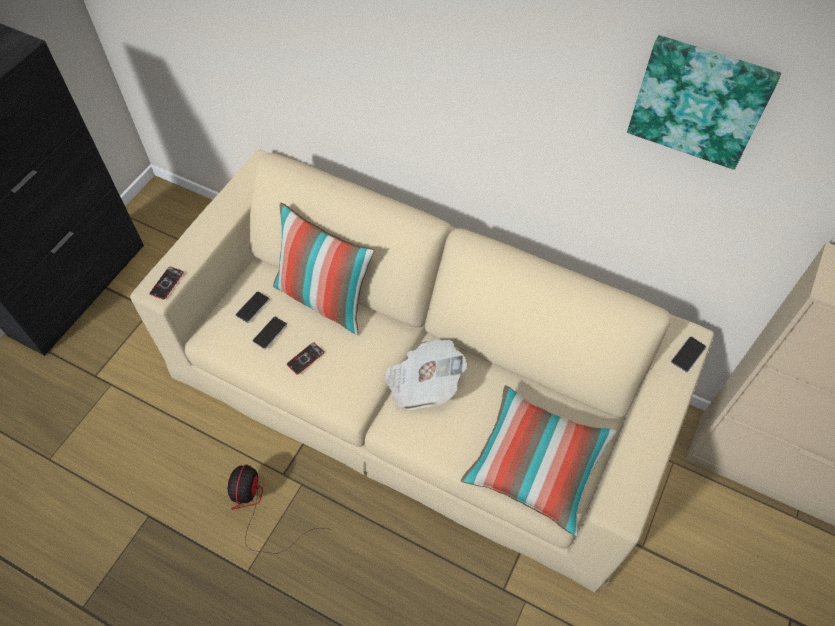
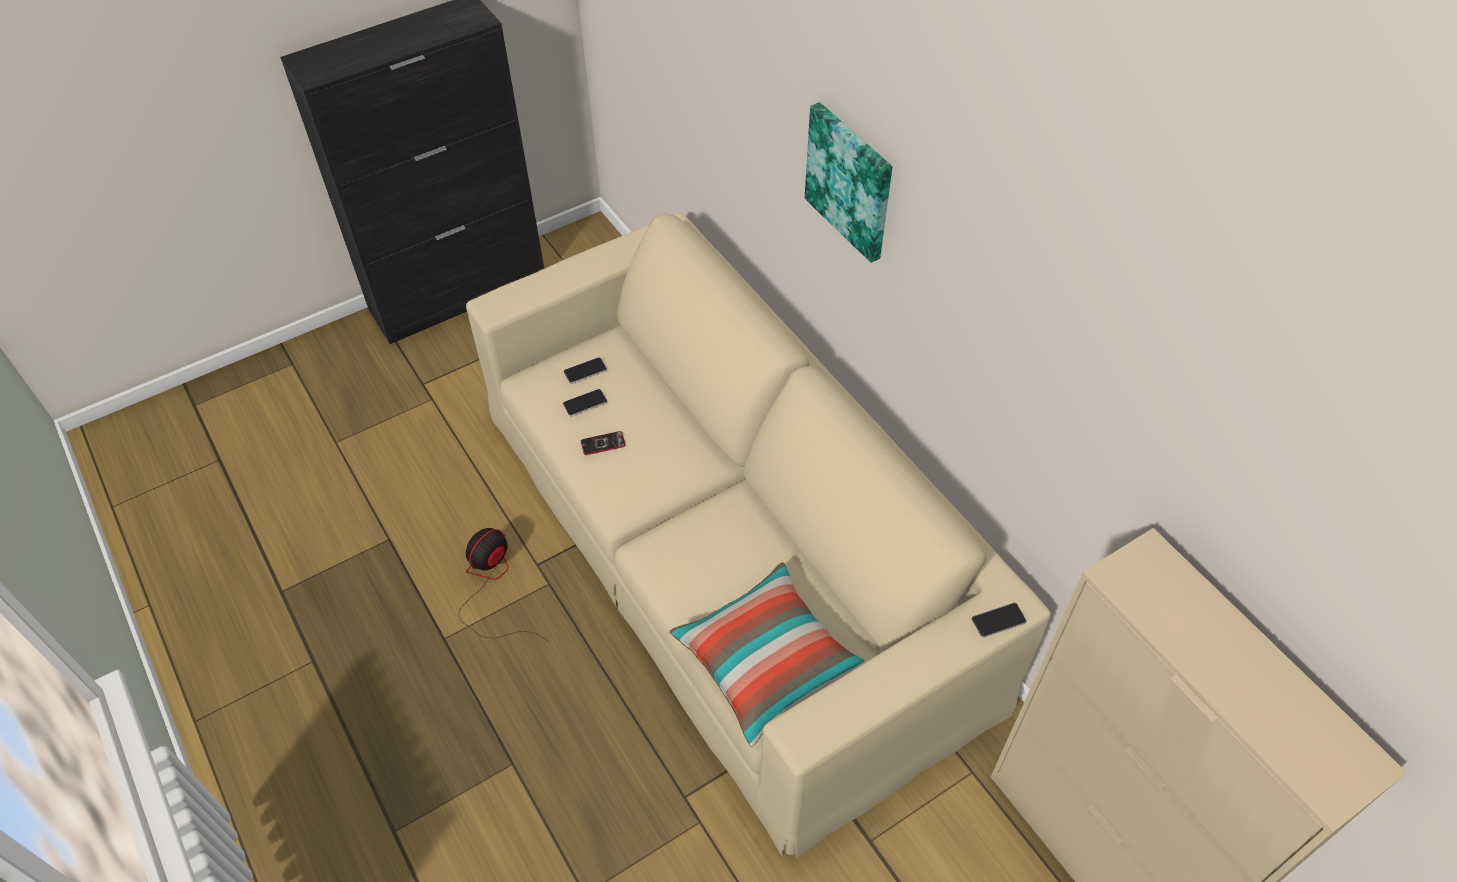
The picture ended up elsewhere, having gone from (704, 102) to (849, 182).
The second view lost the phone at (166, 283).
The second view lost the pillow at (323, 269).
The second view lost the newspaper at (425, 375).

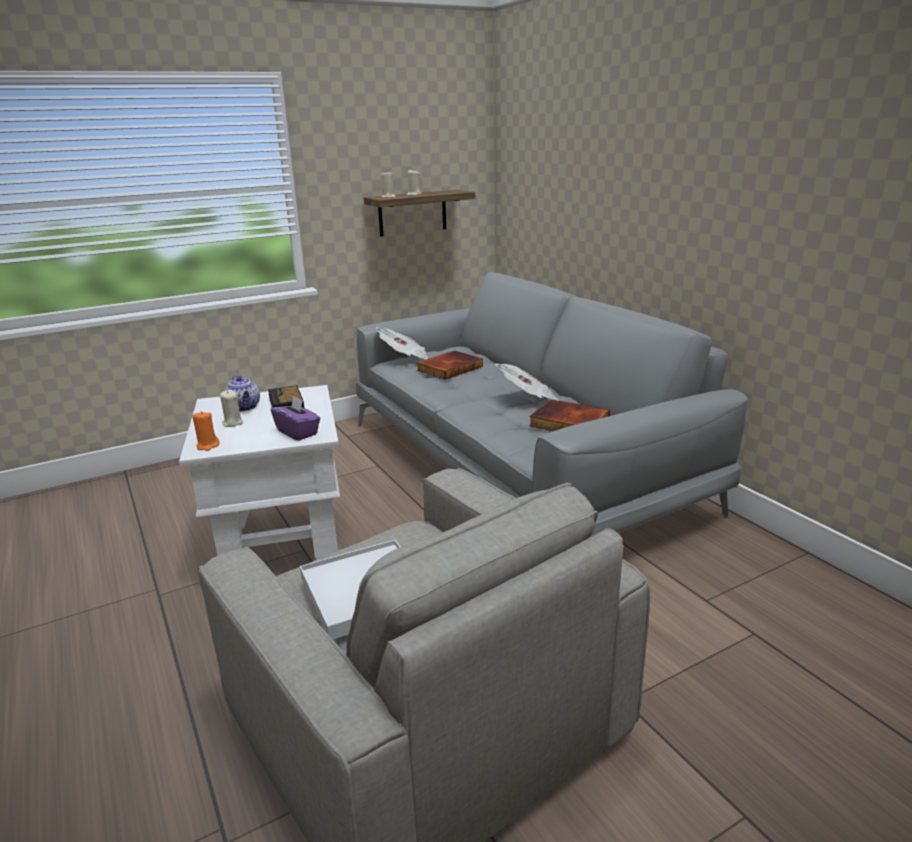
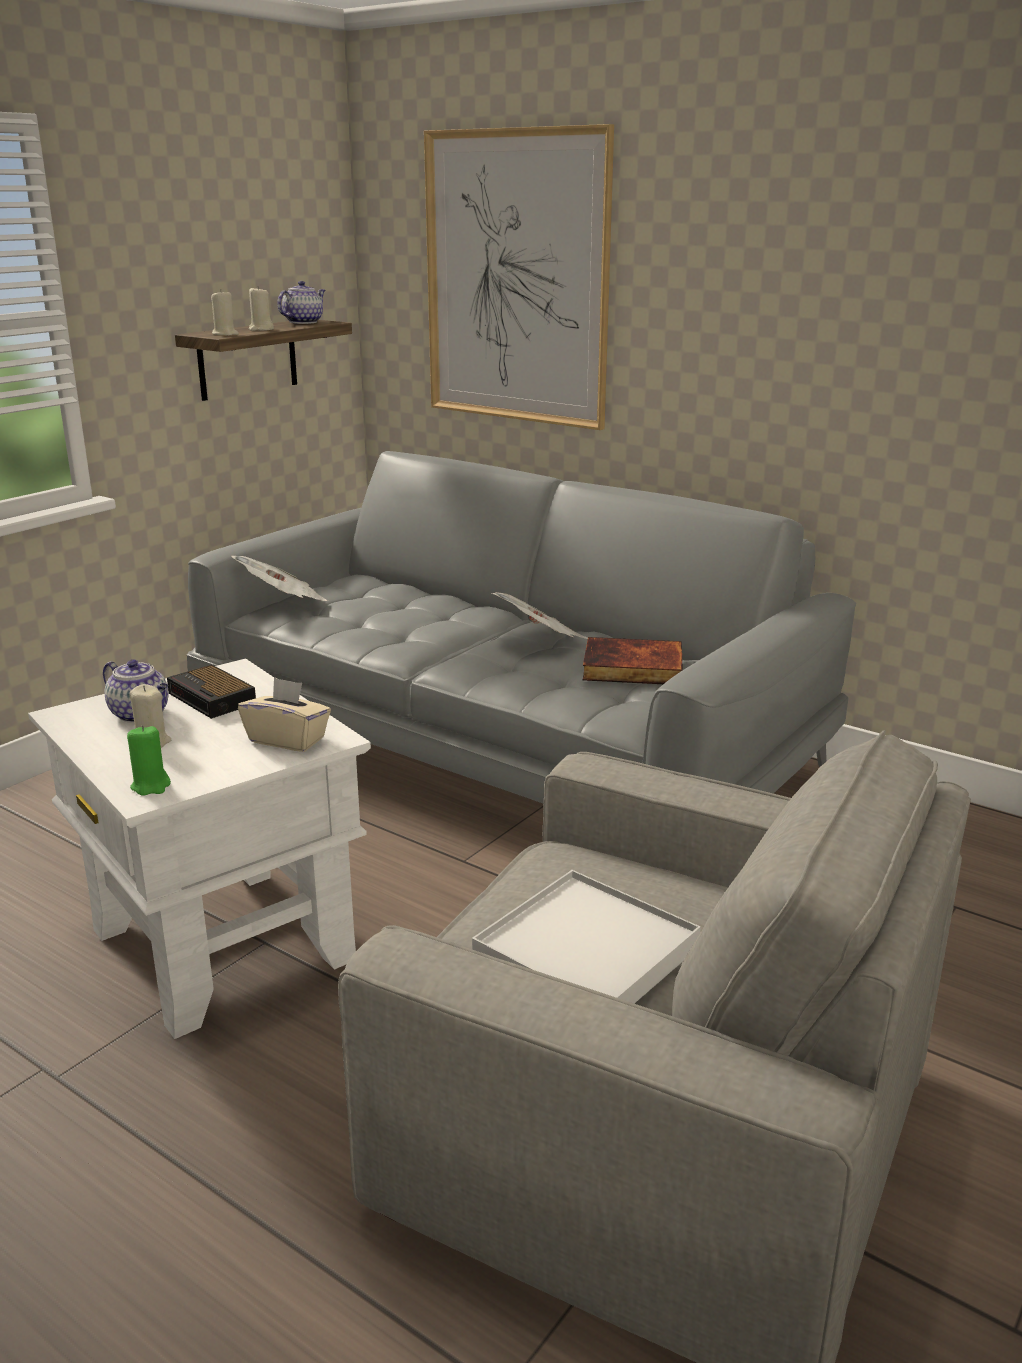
What was the orange candle at (206, 431) turned into the green candle at (149, 760).
What was the purple tissue box at (295, 418) turned into the beige tissue box at (284, 714).
The second view gained the teapot at (301, 302).
The second view gained the picture at (519, 277).
The second view lost the book at (450, 365).

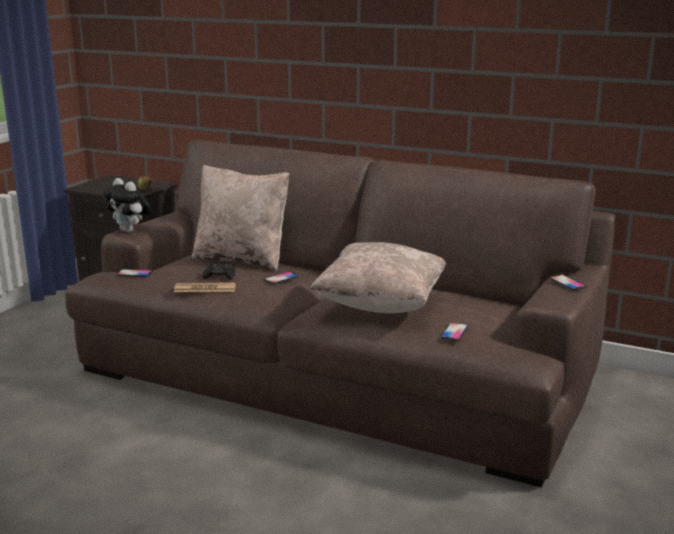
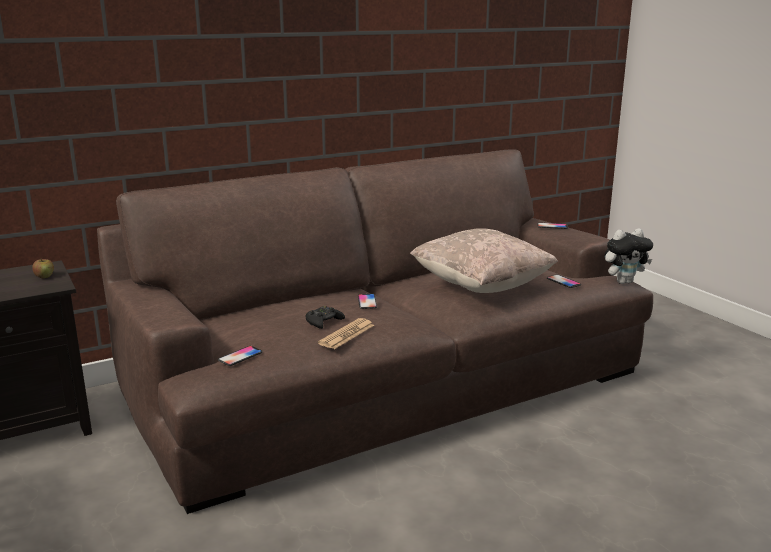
The plush toy ended up elsewhere, having gone from (127, 205) to (629, 256).
The second view lost the beige pillow at (240, 217).

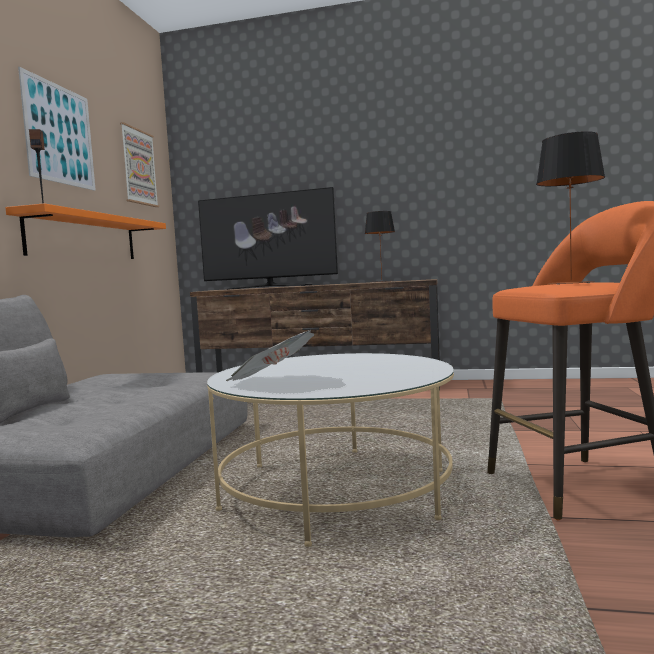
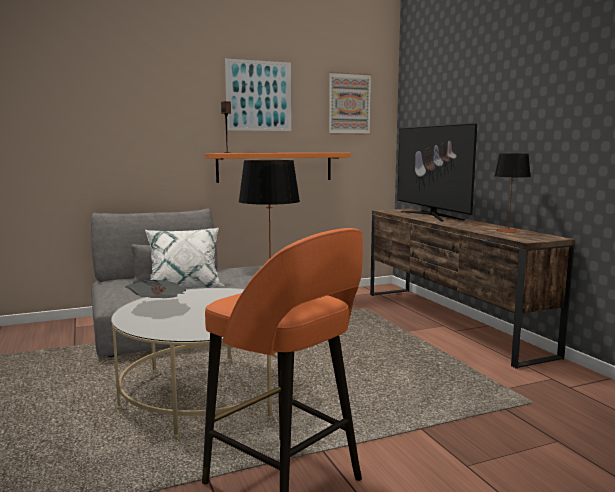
The second view gained the white pillow at (185, 258).

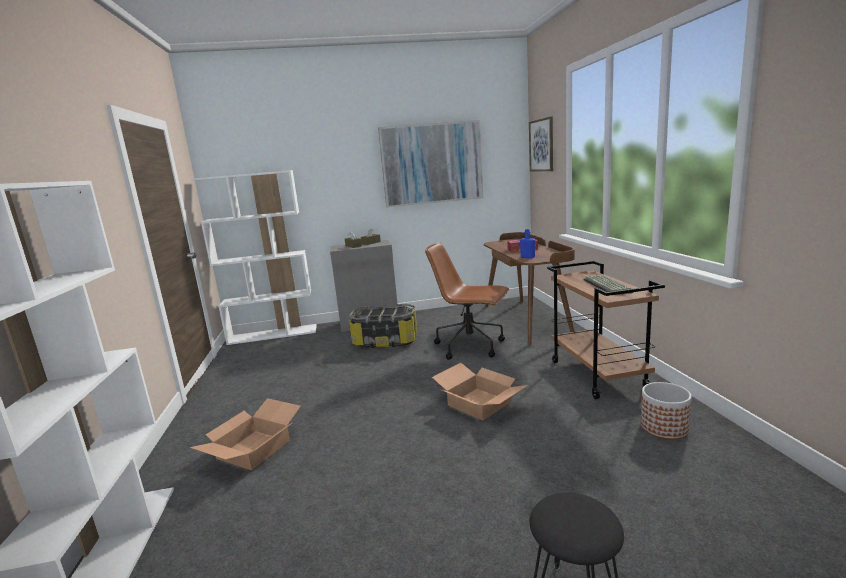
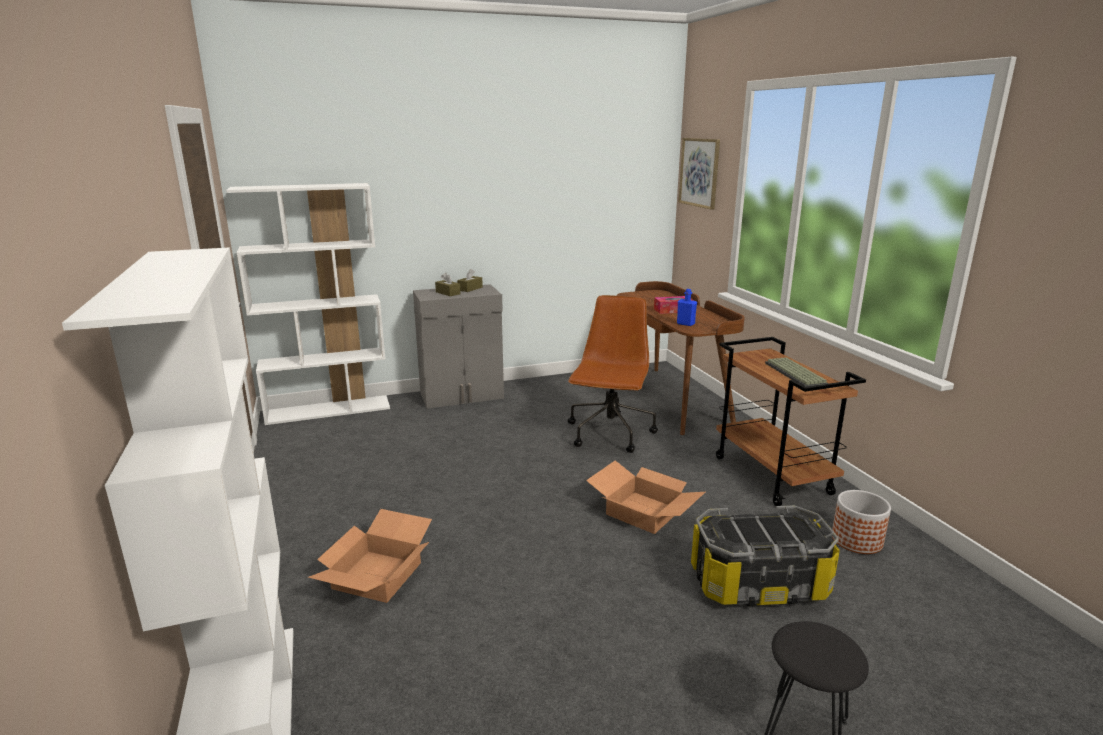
The brown office chair at (467, 301) ended up facing another way, 90 degrees clockwise from before.
The storage box ended up elsewhere, having gone from (383, 326) to (765, 555).
The second view lost the picture at (430, 164).

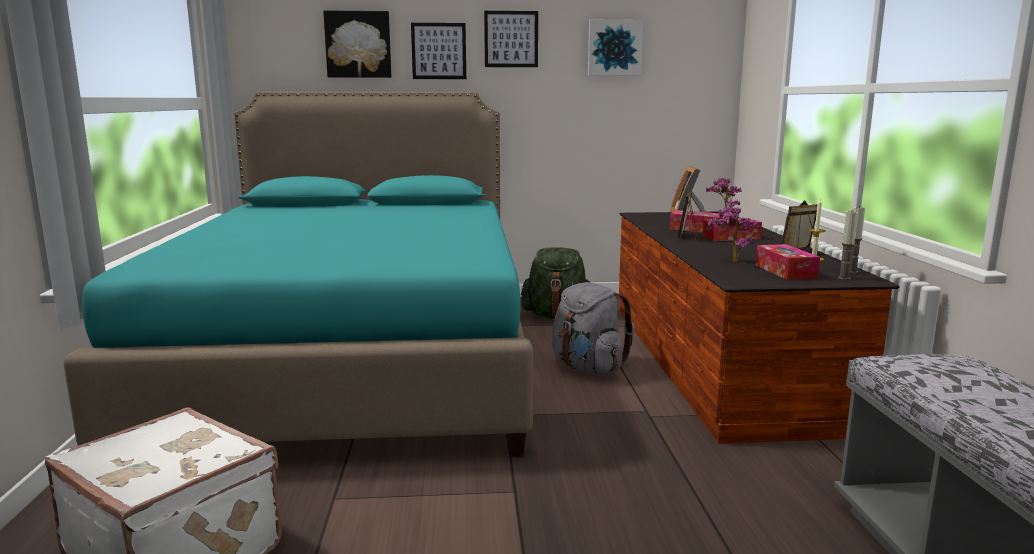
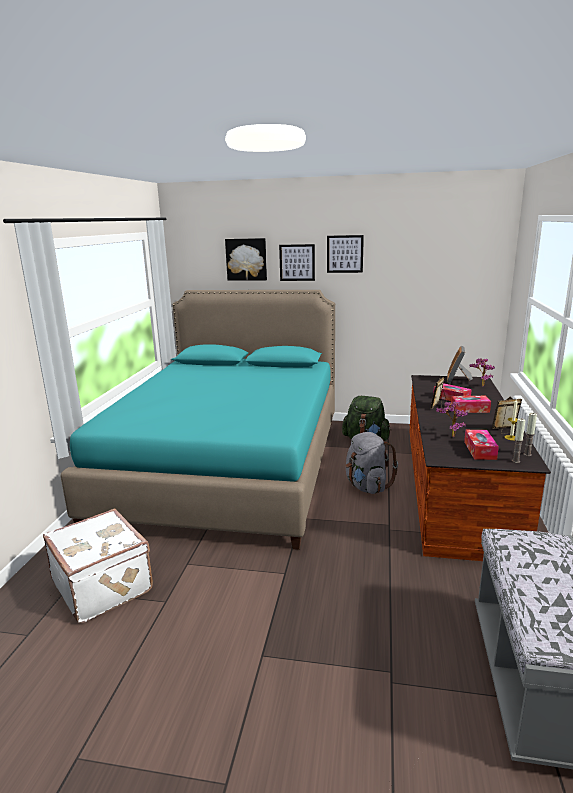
The second view lost the picture at (615, 48).

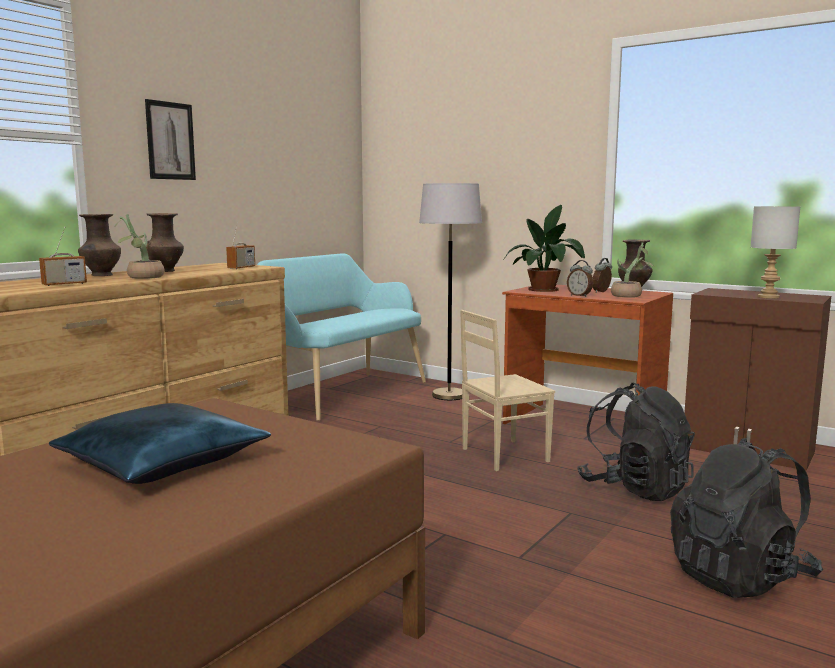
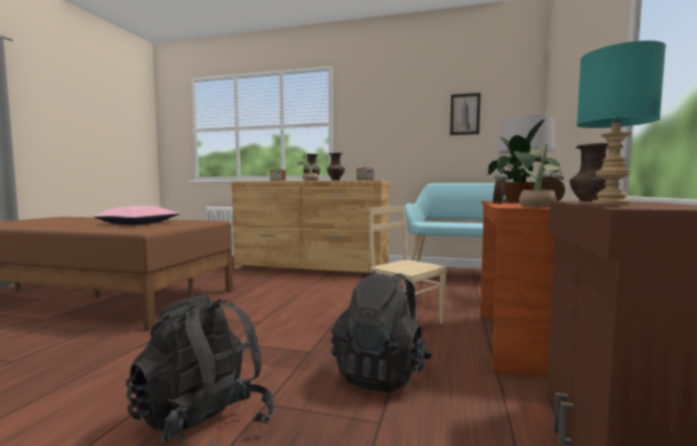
What was the blue pillow at (160, 443) turned into the pink pillow at (136, 215).
The picture ended up elsewhere, having gone from (170, 139) to (465, 114).
What was the grey table lamp at (775, 252) turned into the turquoise table lamp at (621, 123).

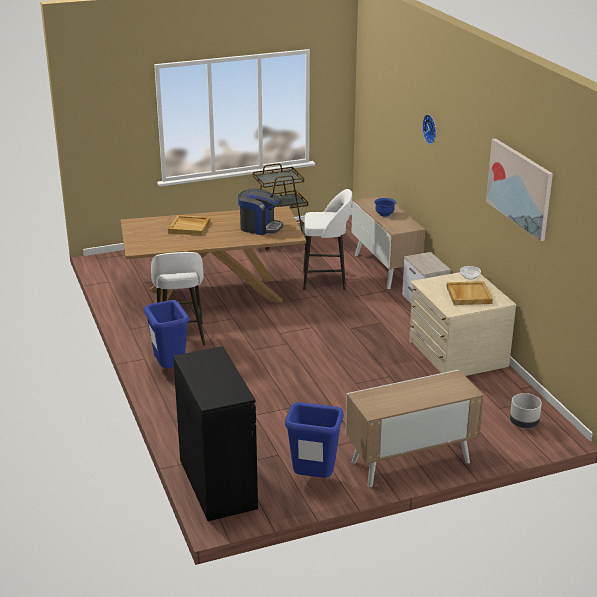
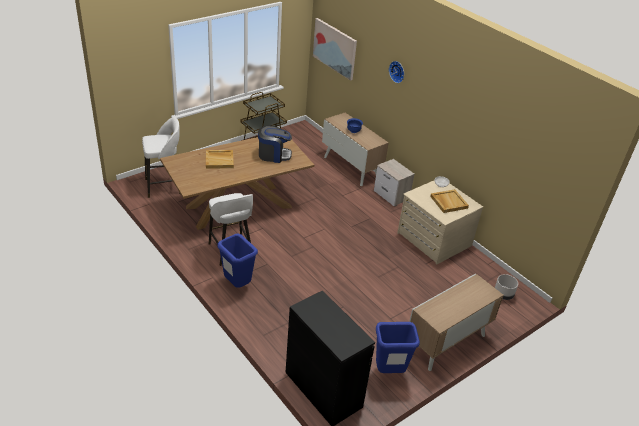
The white stool ended up elsewhere, having gone from (327, 240) to (161, 157).
The picture ended up elsewhere, having gone from (519, 189) to (335, 49).

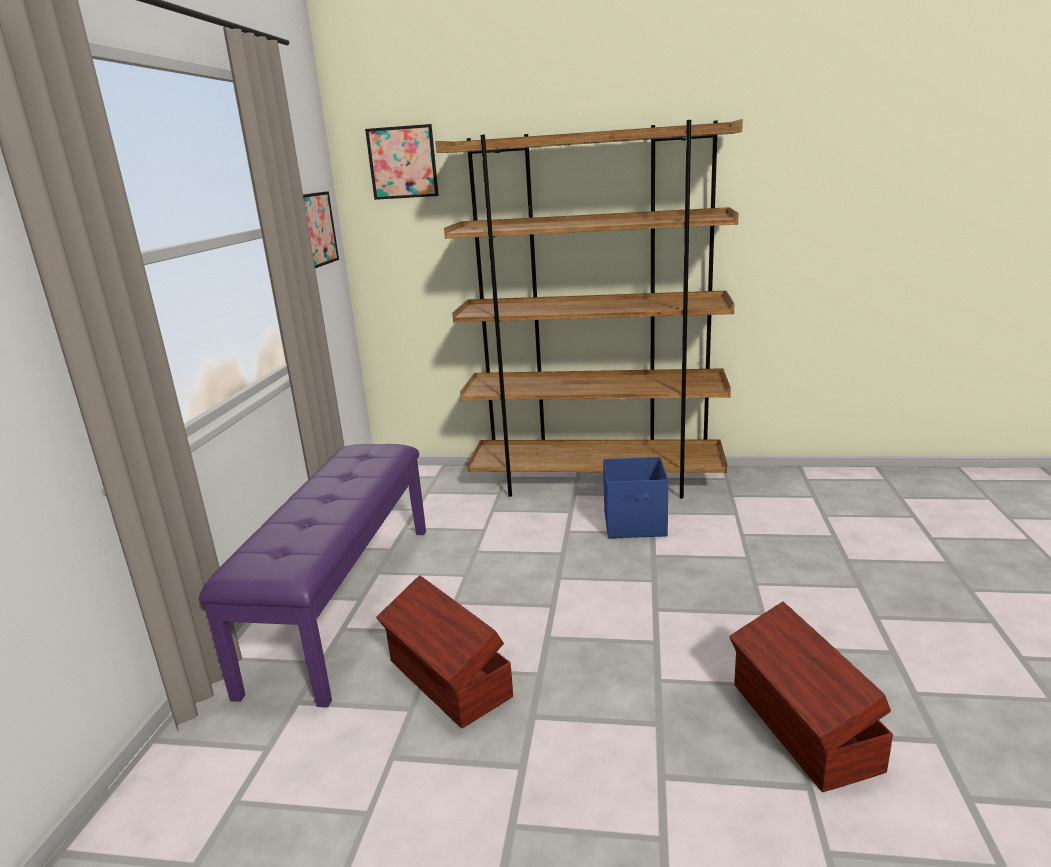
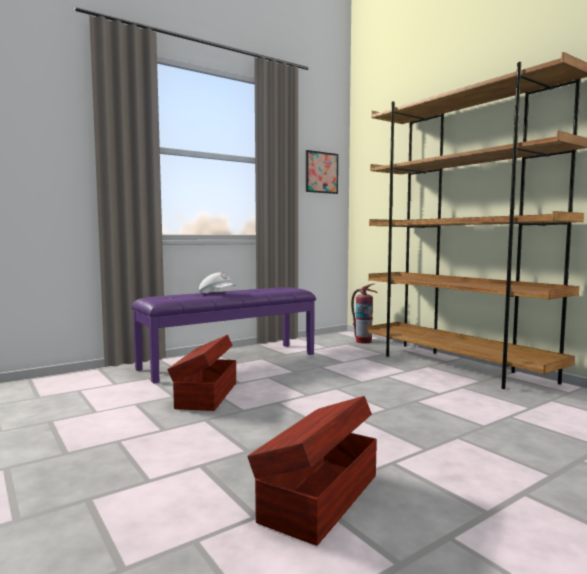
The second view gained the white cap at (217, 283).
The second view gained the fire extinguisher at (364, 314).
The second view lost the picture at (402, 162).
The second view lost the blue storage box at (635, 497).

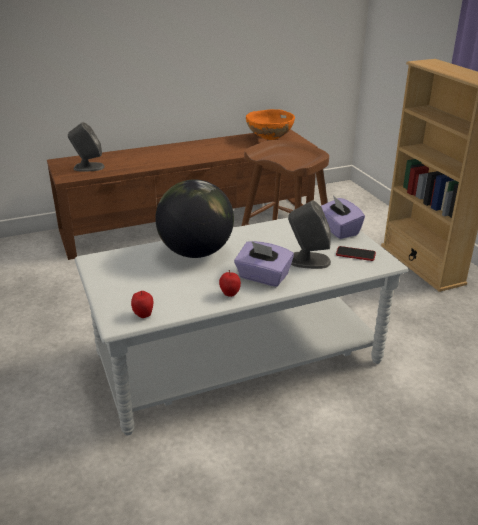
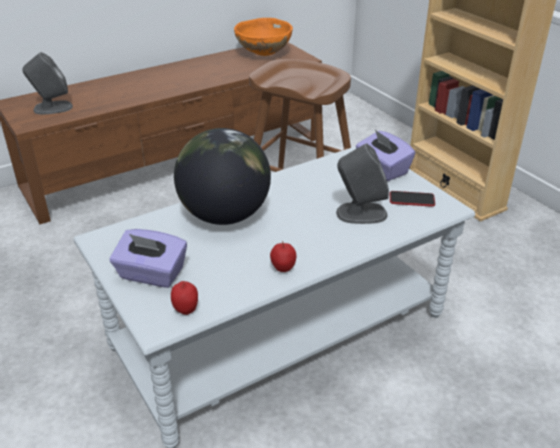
The purple tissue box ended up elsewhere, having gone from (264, 264) to (148, 258).

